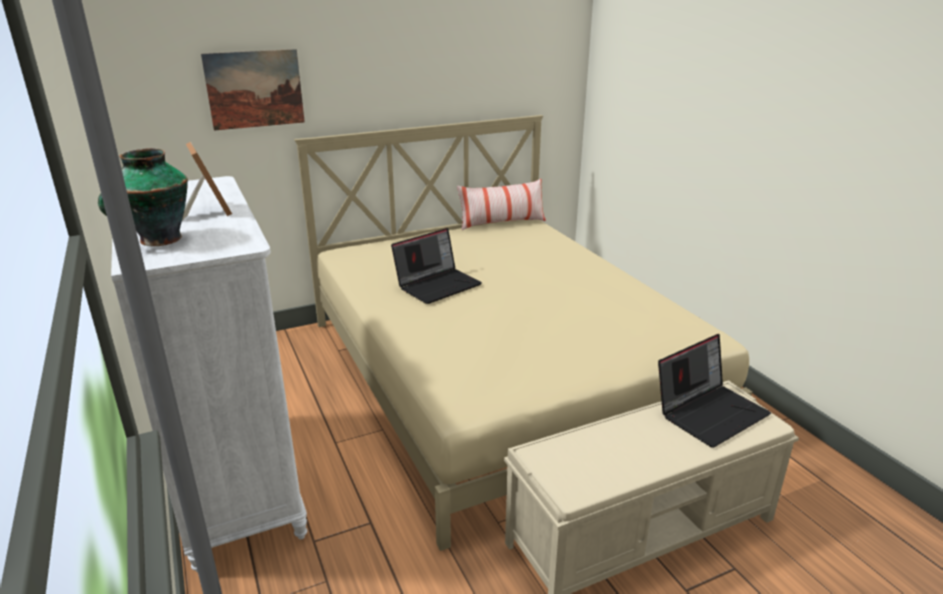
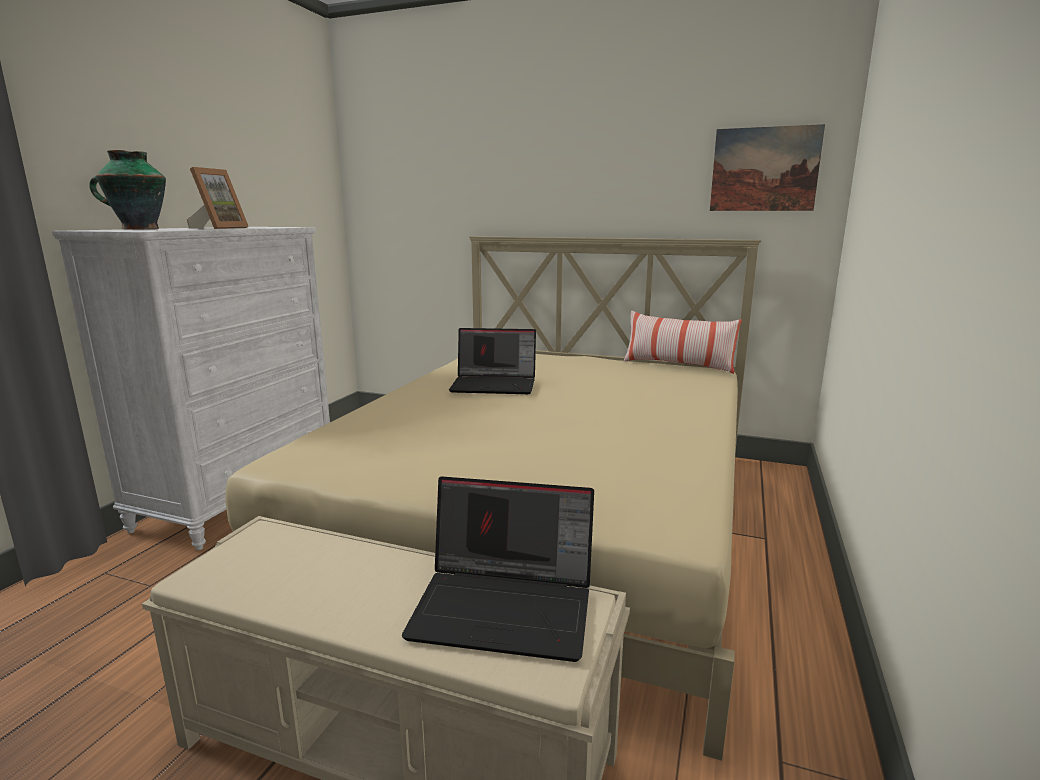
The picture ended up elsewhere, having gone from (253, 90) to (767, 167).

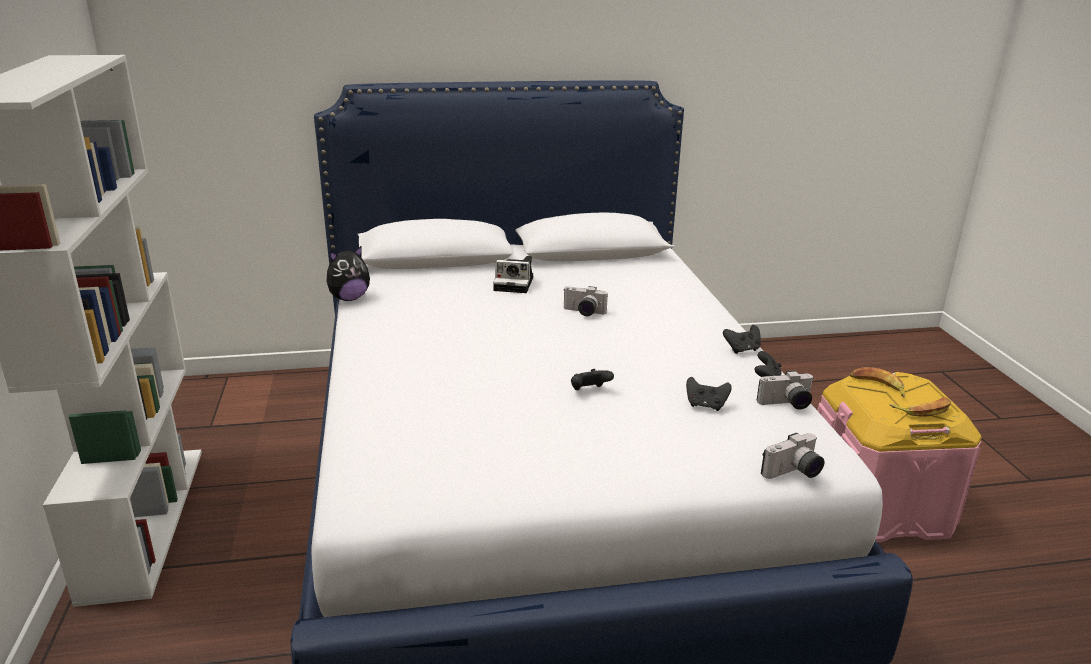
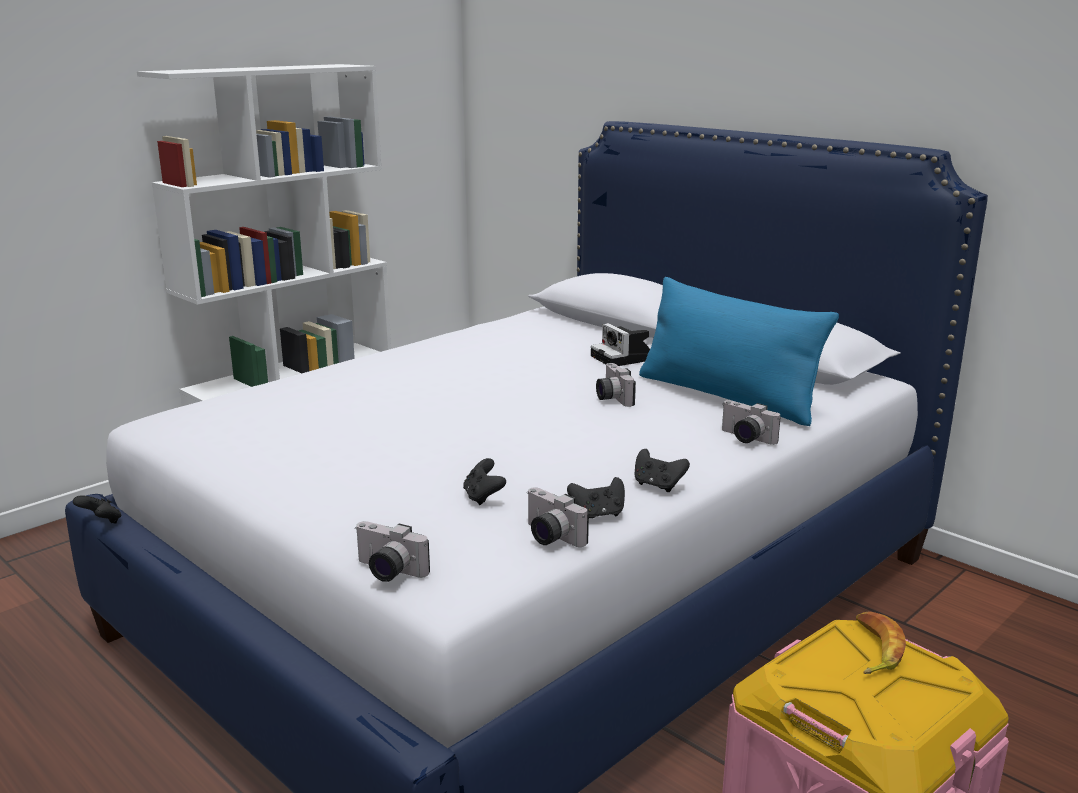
The black game controller ended up elsewhere, having gone from (592, 379) to (97, 509).
The second view gained the blue pillow at (739, 351).
The second view gained the photo camera at (751, 422).
The second view lost the plush toy at (348, 273).
The second view lost the banana at (920, 406).

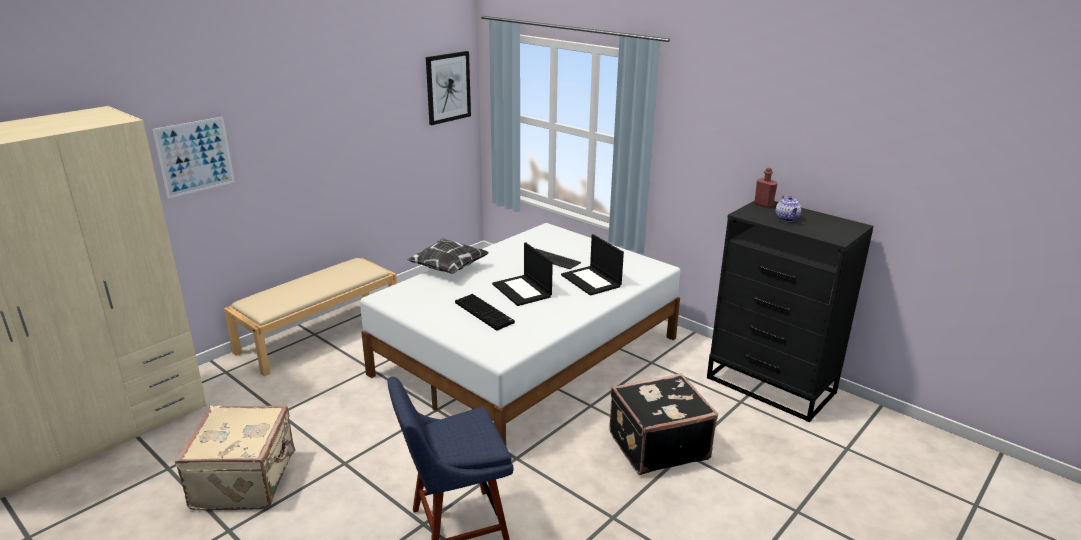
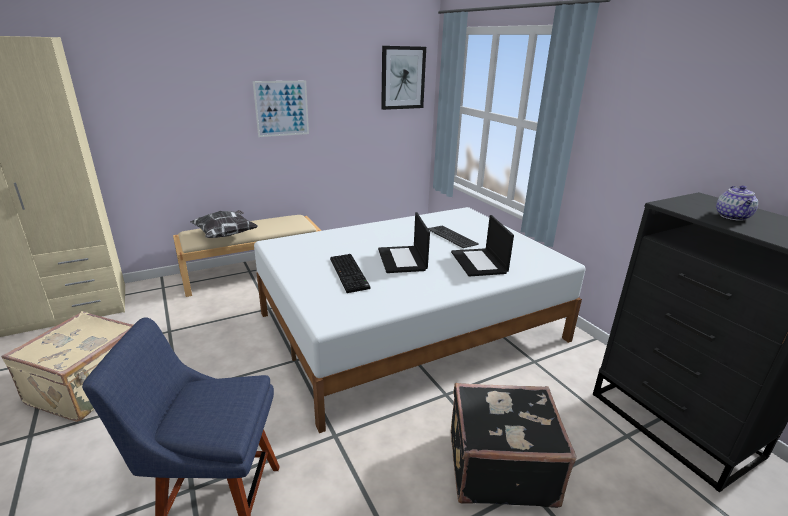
The pillow ended up elsewhere, having gone from (448, 256) to (224, 224).
The picture ended up elsewhere, having gone from (194, 157) to (281, 109).
The second view lost the red bottle at (766, 188).

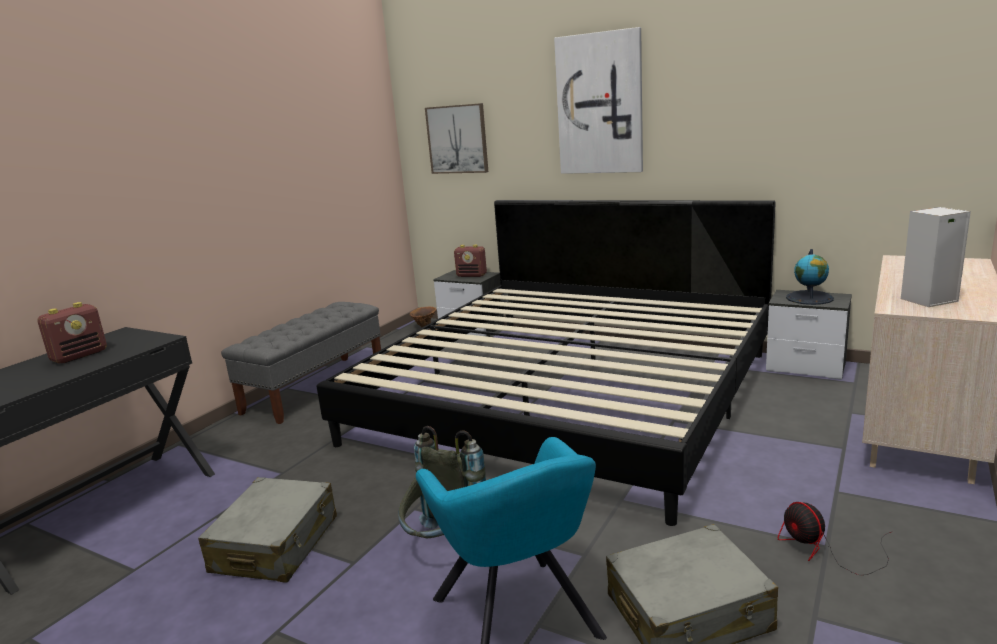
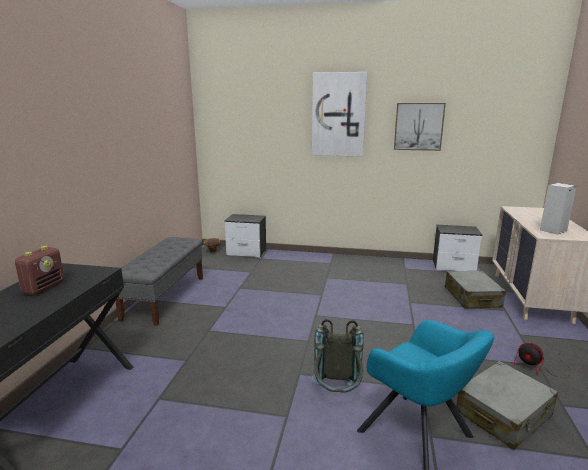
The picture ended up elsewhere, having gone from (456, 138) to (420, 127).
The grey suitcase ended up elsewhere, having gone from (267, 530) to (475, 289).
The second view lost the bed at (546, 363).
The second view lost the radio at (470, 261).
The second view lost the globe at (810, 277).

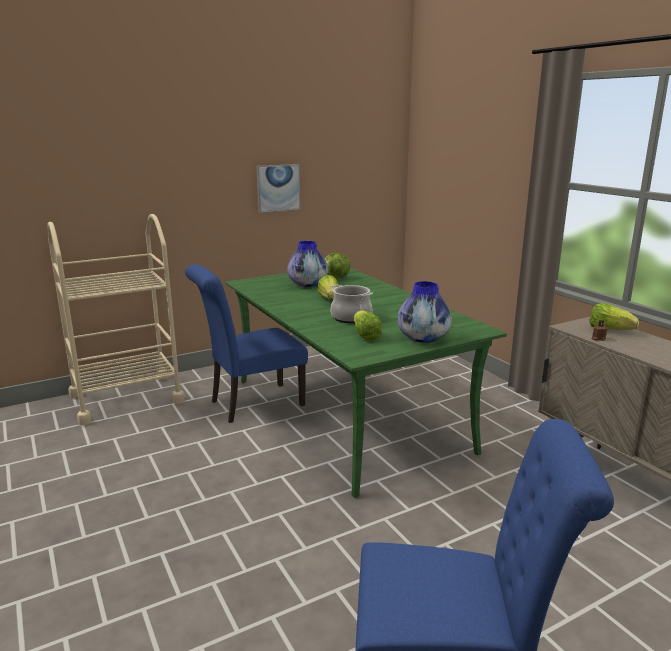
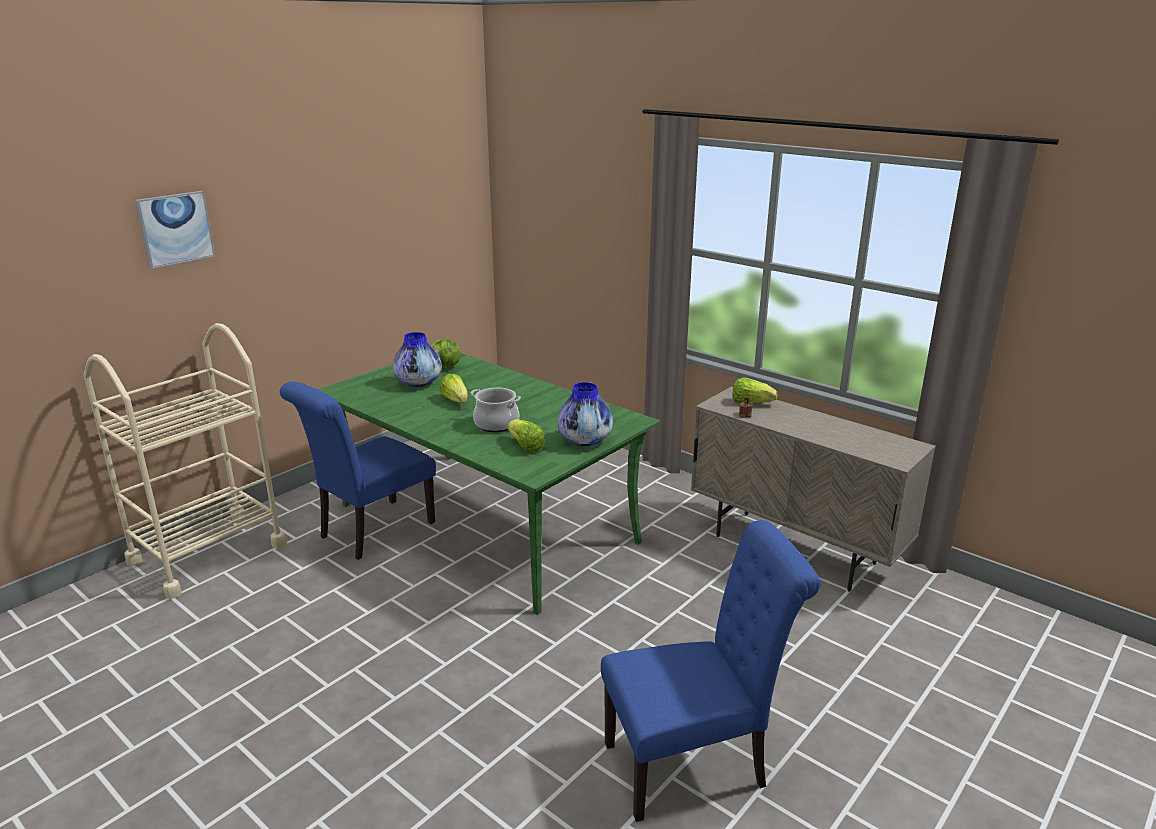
The picture ended up elsewhere, having gone from (278, 188) to (175, 230).

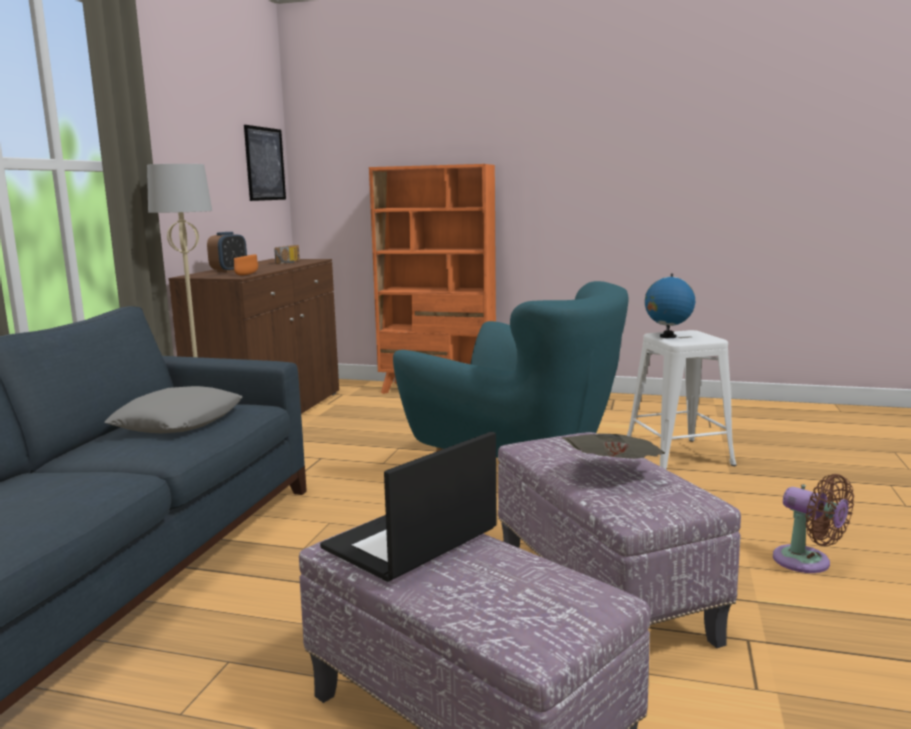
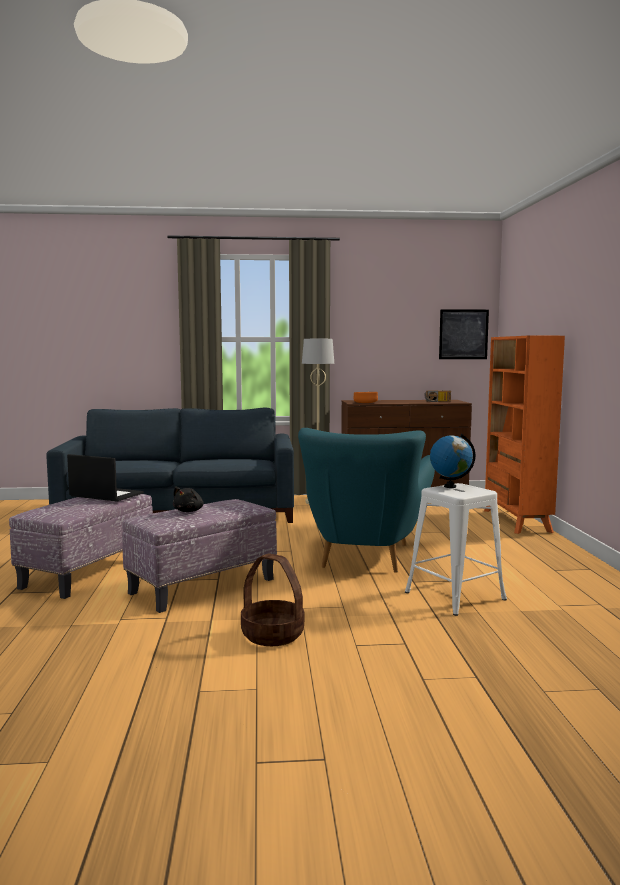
Where the newspaper stood at (613, 446), the black plush toy came to stand at (188, 499).
Where the brown fan stood at (813, 523), the basket came to stand at (272, 599).
The second view lost the grey pillow at (173, 409).
The second view lost the alarm clock at (227, 252).

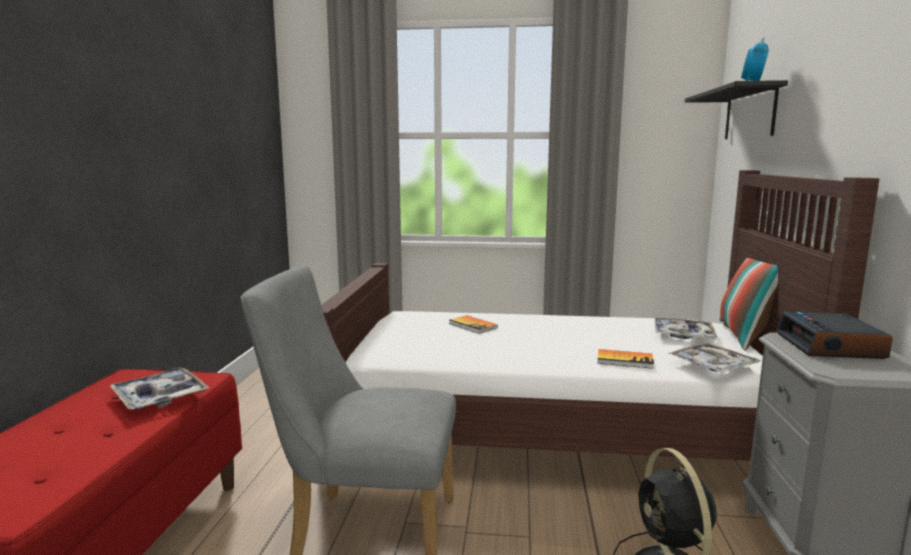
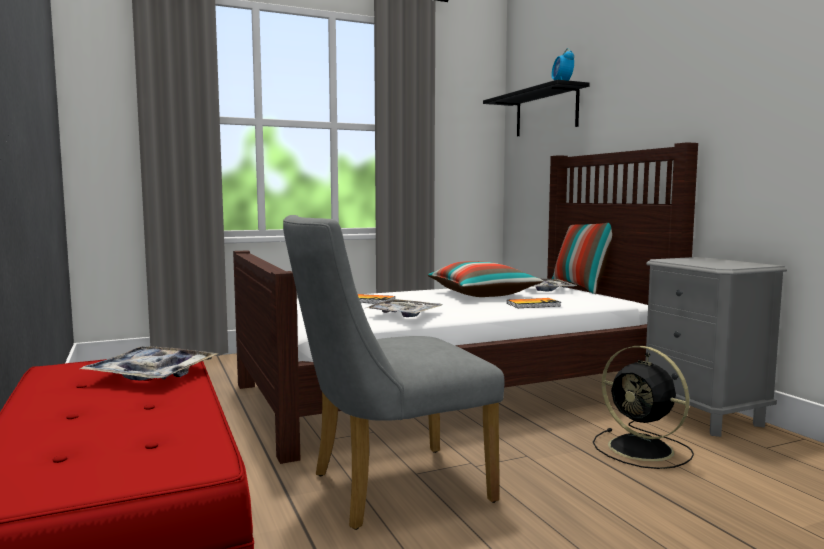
The tray ended up elsewhere, having gone from (714, 358) to (404, 308).
The second view gained the pillow at (485, 279).
The second view lost the alarm clock at (834, 335).

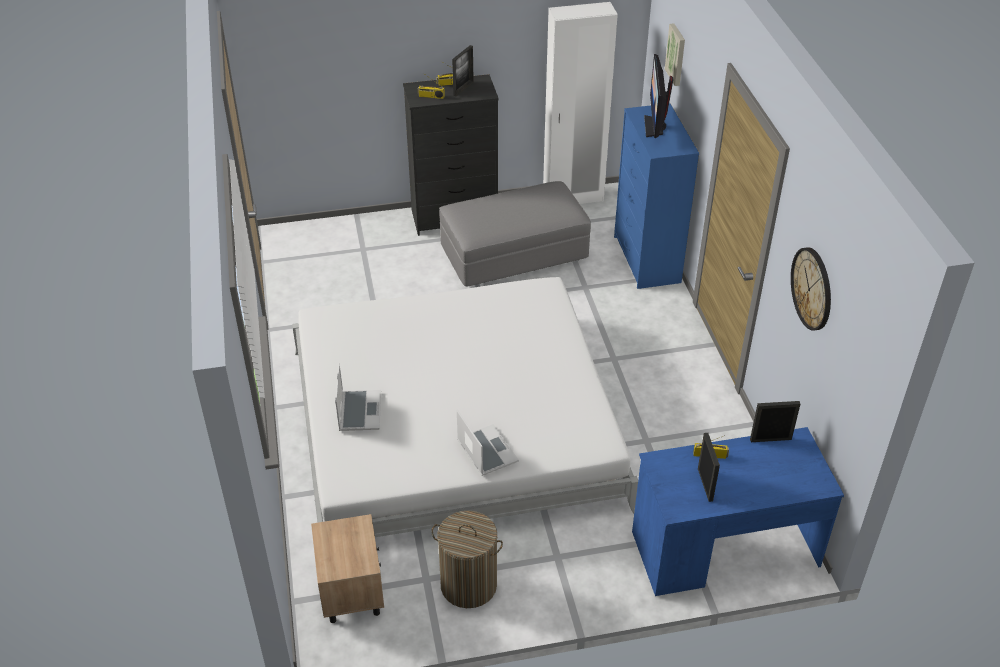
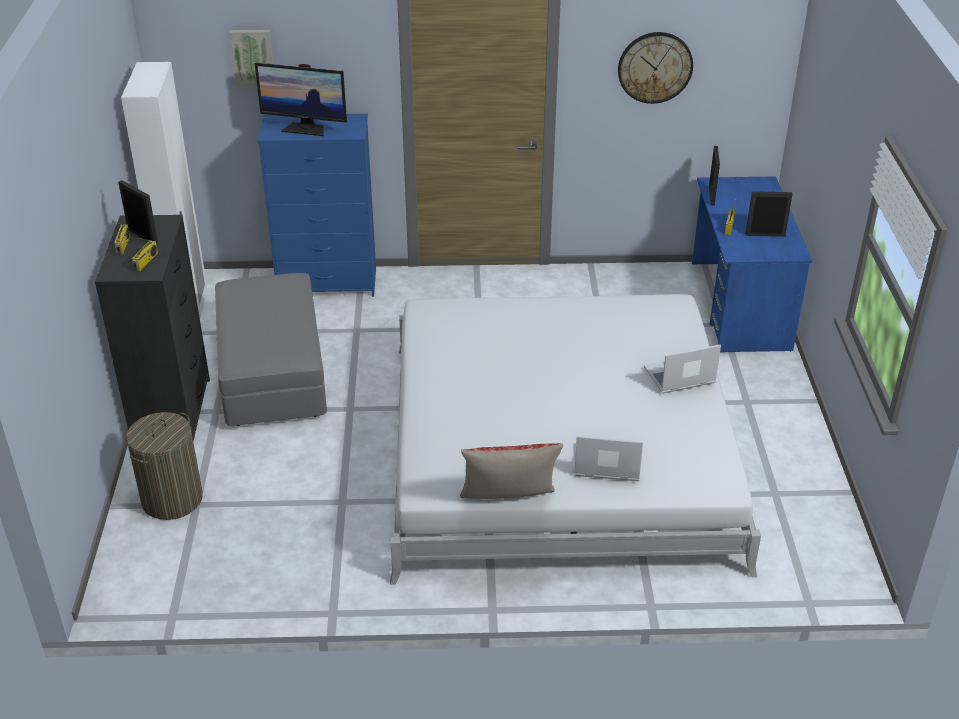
The laundry basket ended up elsewhere, having gone from (467, 559) to (164, 466).
The second view gained the pillow at (511, 471).
The second view lost the beige nightstand at (347, 568).

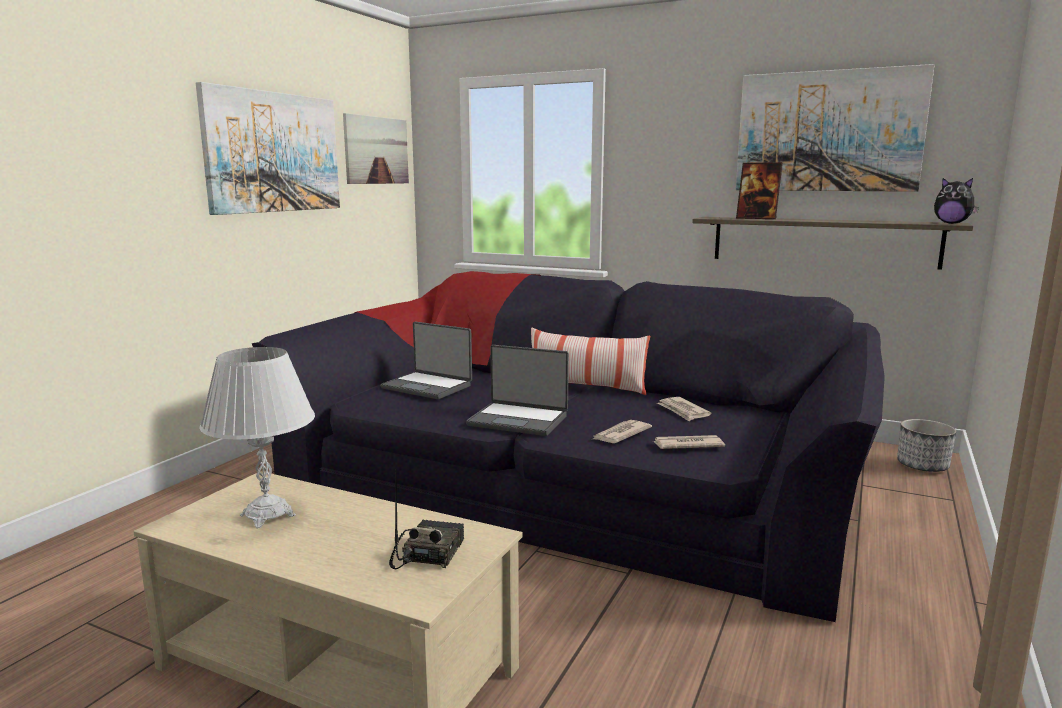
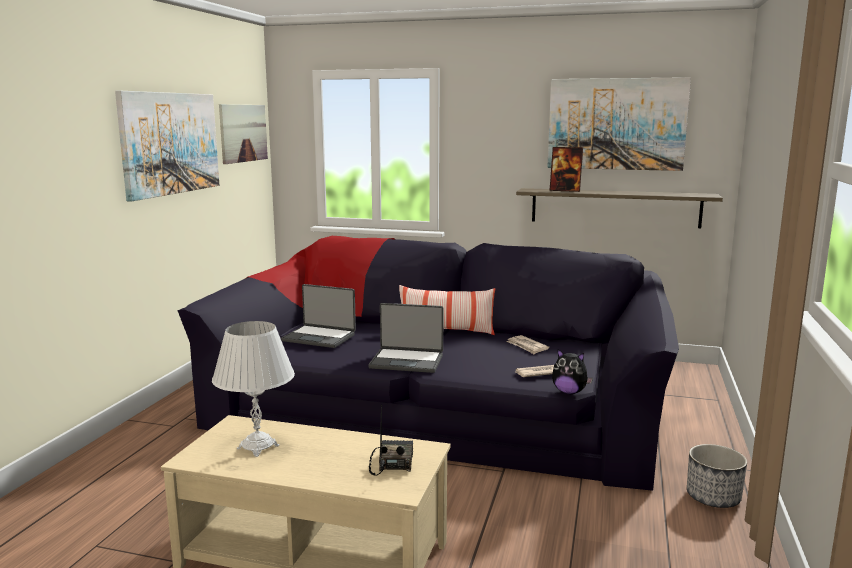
The plush toy ended up elsewhere, having gone from (956, 201) to (572, 371).
The planter ended up elsewhere, having gone from (926, 445) to (717, 476).
The second view lost the newspaper at (622, 431).

